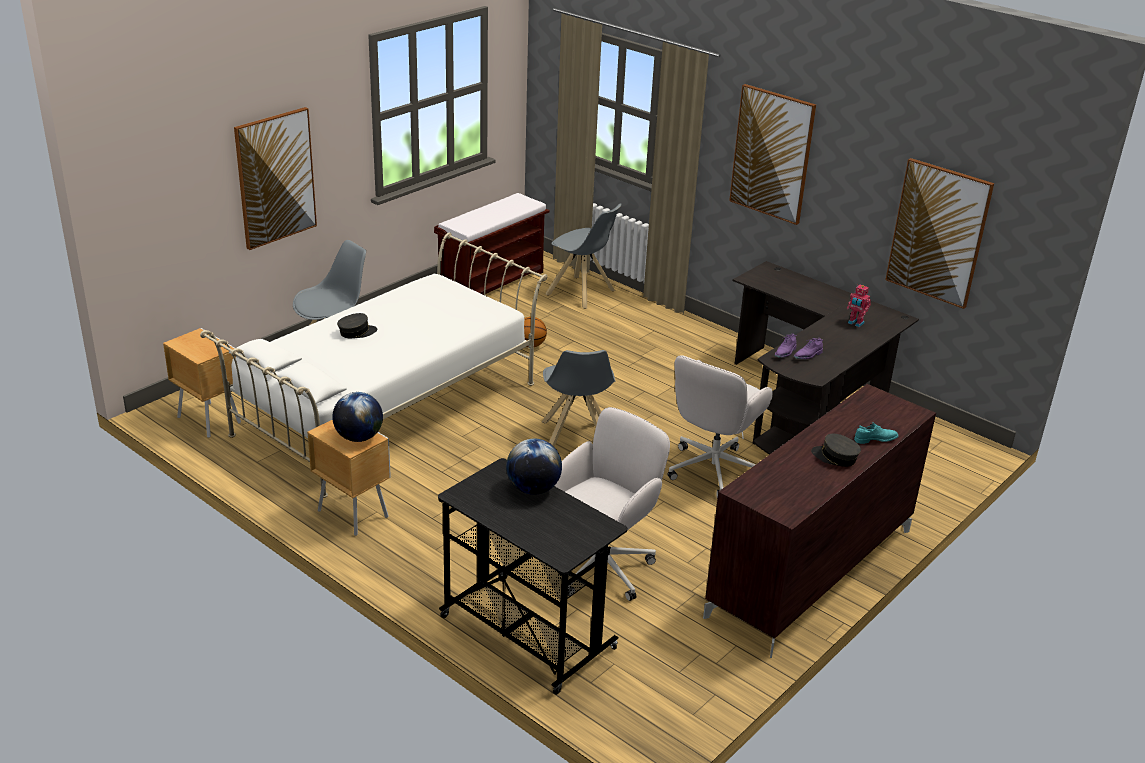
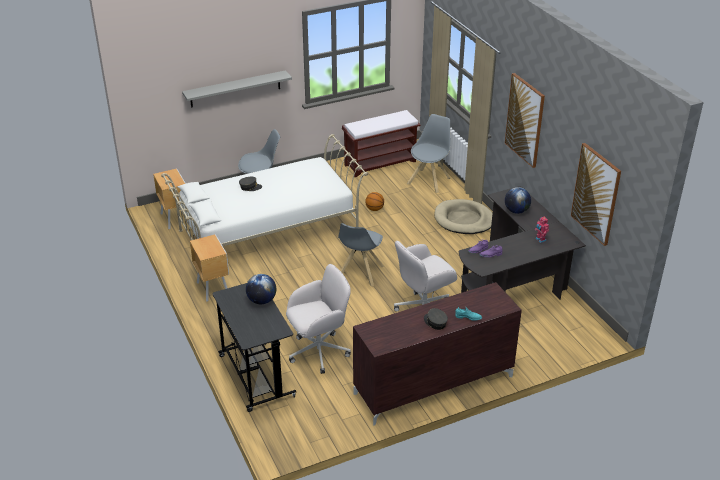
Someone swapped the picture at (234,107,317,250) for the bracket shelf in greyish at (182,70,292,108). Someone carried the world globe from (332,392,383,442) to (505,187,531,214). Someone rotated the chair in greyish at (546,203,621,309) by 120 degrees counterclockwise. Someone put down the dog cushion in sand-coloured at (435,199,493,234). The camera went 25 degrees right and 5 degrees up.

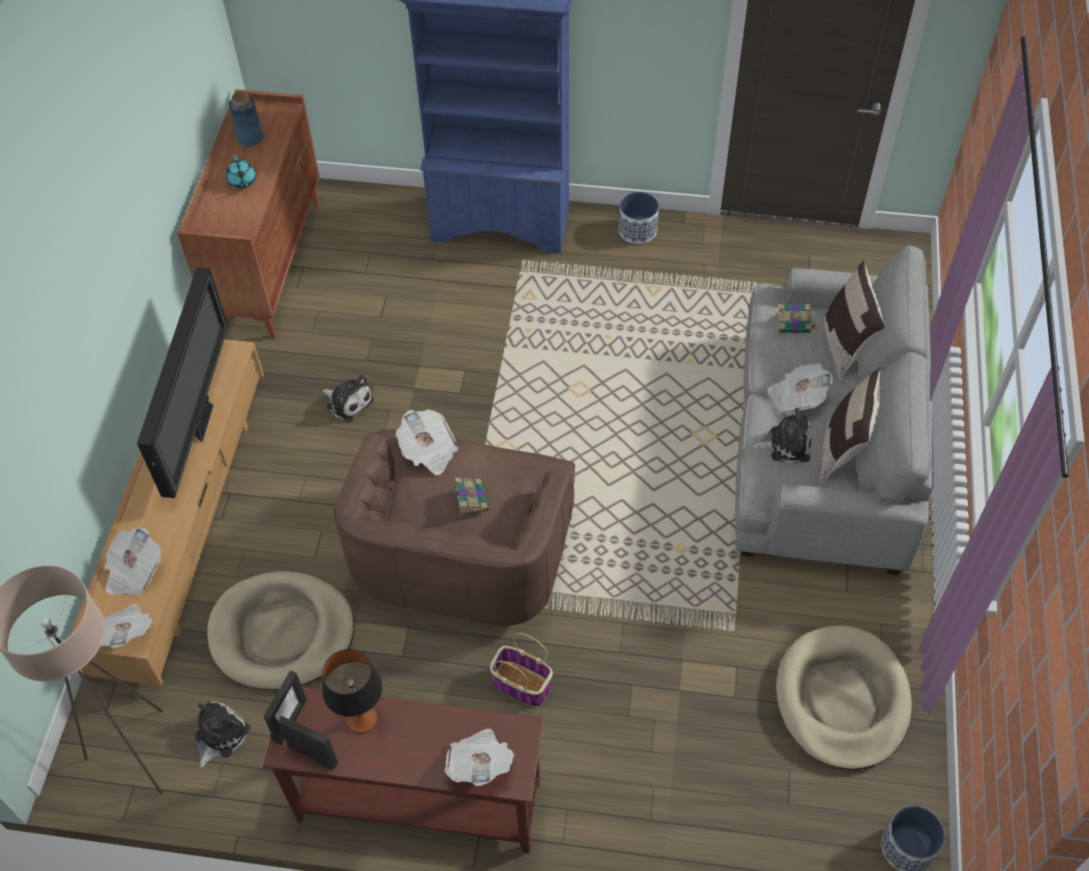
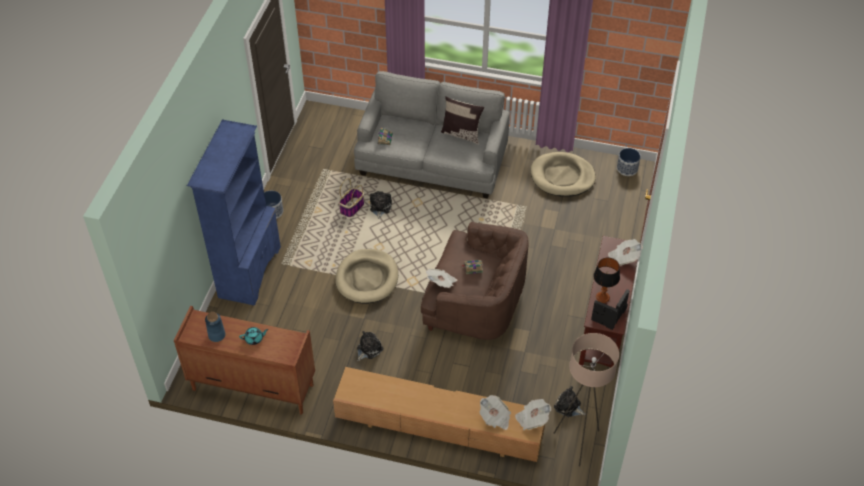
Someone took away the television at (137,267,228,498). Someone carried the dog cushion in sand-coloured from (207,571,354,690) to (335,249,398,304). Someone carried the storage basket from (490,633,553,707) to (339,178,364,217). Someone carried the soft toy from (752,408,812,464) to (370,191,392,219). Someone took away the newspaper at (767,364,833,414). Someone took away the cushion at (824,260,885,380). The camera went 85 degrees left and 5 degrees down.

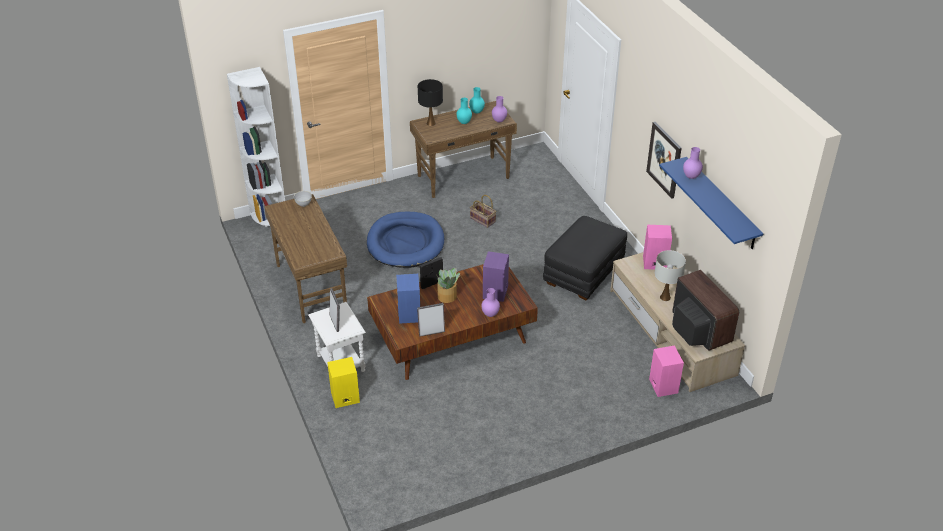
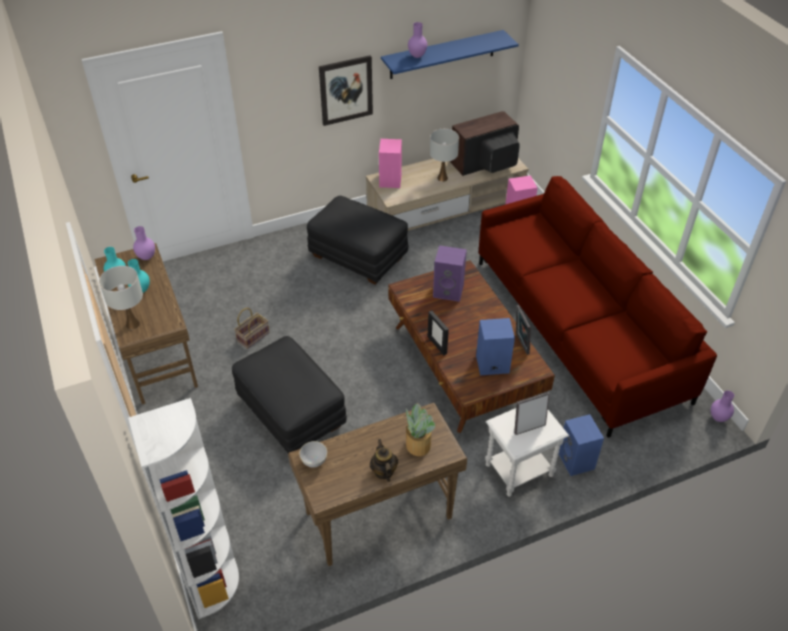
Someone repainted the speaker in yellowish at (327,357,360,408), which became the speaker in bluish at (559,414,604,476). Someone swapped the dog cushion in bluish at (367,212,444,268) for the ottoman in black-coloured at (232,336,347,453). Someone repainted the lamp for a table in black-coloured at (418,79,443,126), which became the lamp for a table in whitish at (99,266,143,329). Someone carried the potted plant from (437,268,460,303) to (406,403,435,456). Someone carried the decorative vase in purple-coloured from (481,288,500,317) to (711,391,734,422). Someone put down the pot for tea at (370,439,398,482). Someone put down the couch in red-coloured at (479,176,717,438). The camera went 90 degrees left and 5 degrees up.

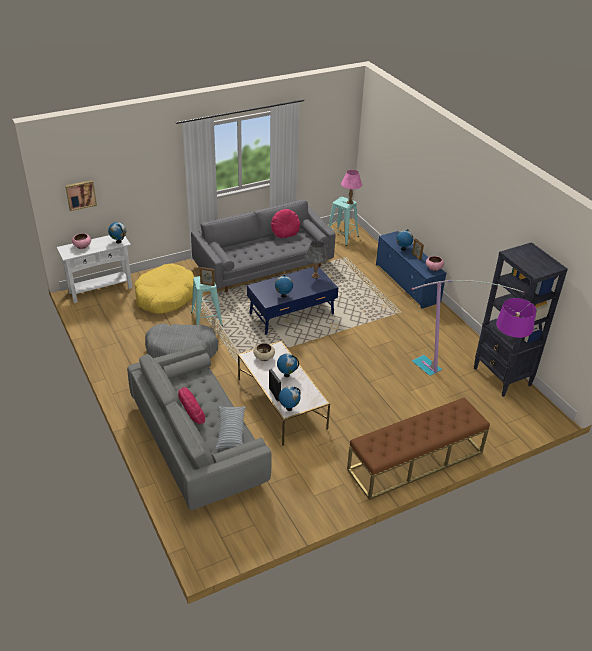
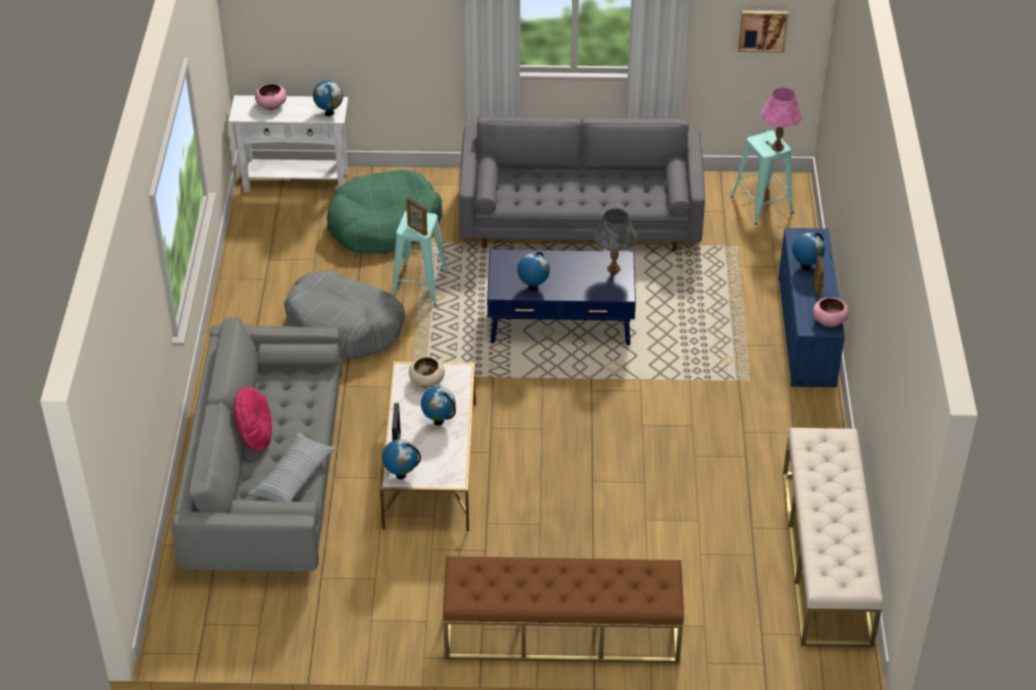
Someone carried the picture from (65,180,97,211) to (738,10,789,53). Someone repainted the dog cushion in yellowish at (134,263,194,314), which became the dog cushion in green-coloured at (327,169,443,254). Someone took away the cushion in pink at (271,209,301,238). Someone took away the standing lamp at (412,280,536,376). Someone swapped the bookcase in black-coloured at (474,242,568,397) for the bench in sand-coloured at (783,428,883,647). The camera went 30 degrees right and 5 degrees up.

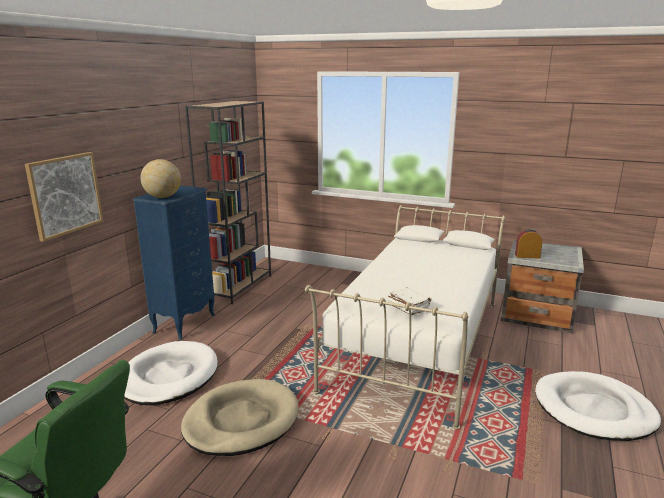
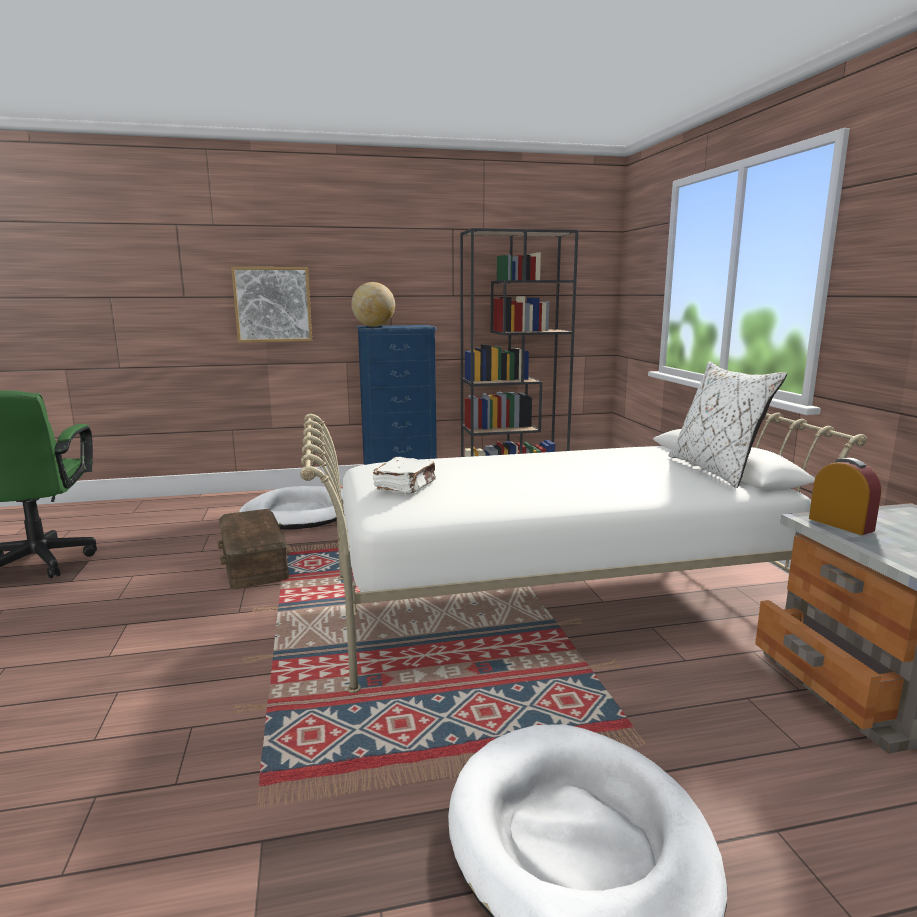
Someone swapped the dog cushion in sand-coloured at (181,379,299,456) for the storage bin in brown at (217,509,290,589). Someone put down the cushion in whitish at (668,361,787,488). The camera went 55 degrees right and 5 degrees down.

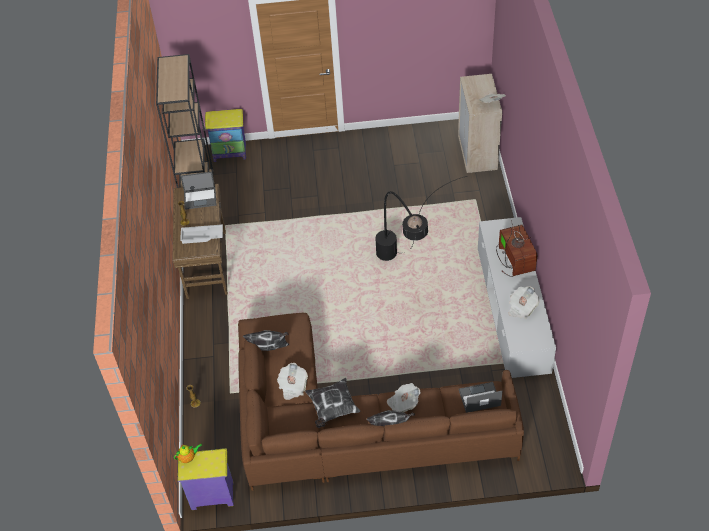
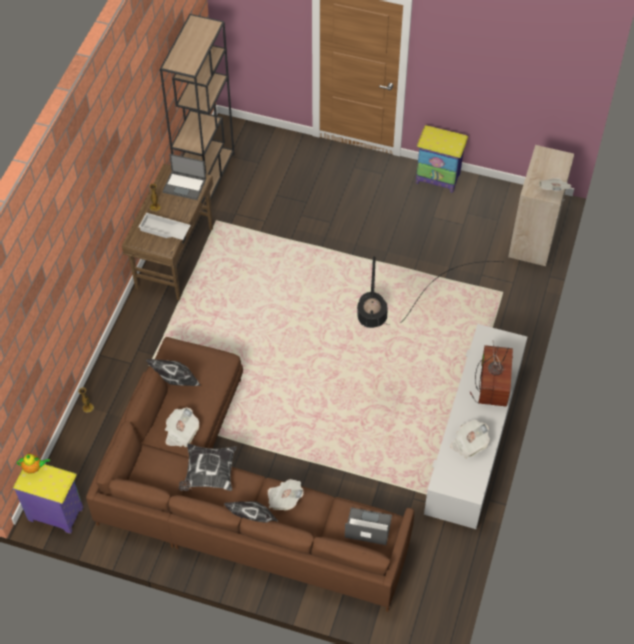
Someone carried the bedside table from (205,109,246,162) to (416,125,468,193). The camera went 20 degrees right and 5 degrees up.

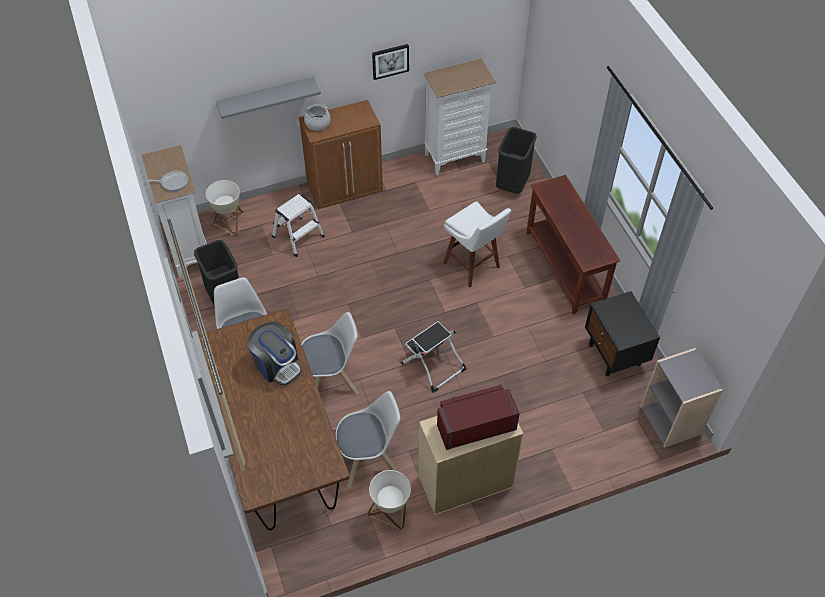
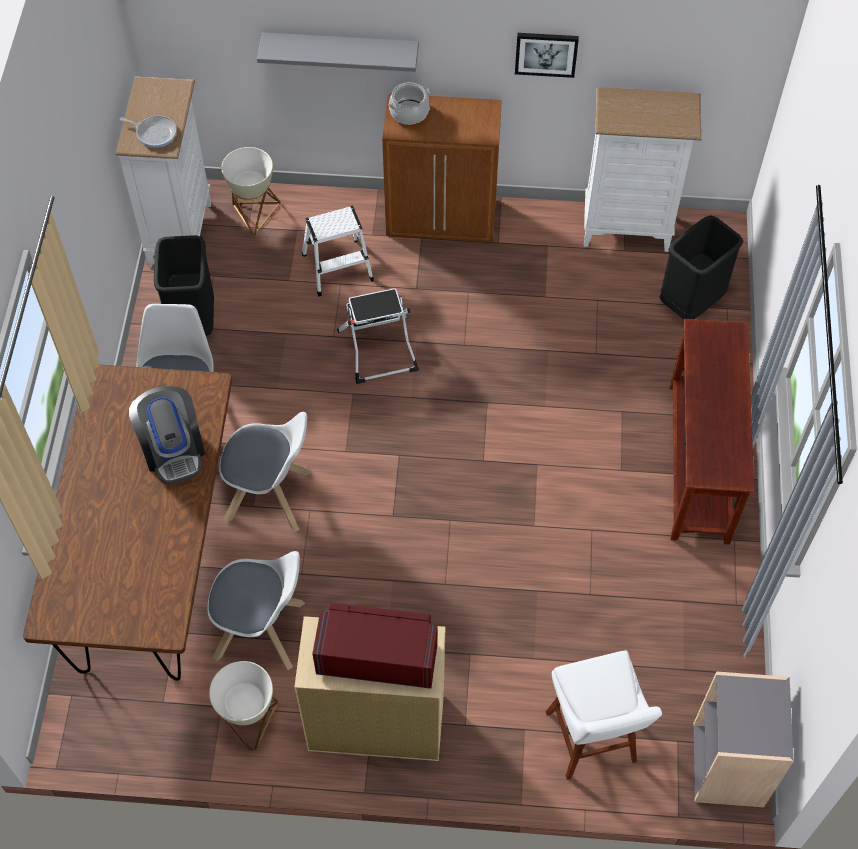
Someone carried the stepladder from (400,321,467,393) to (337,288,419,384). Someone carried the stool seat in whitish from (443,201,511,288) to (546,650,662,780). Someone took away the bedside table in black-coloured at (585,291,660,376). The camera went 25 degrees right and 5 degrees up.

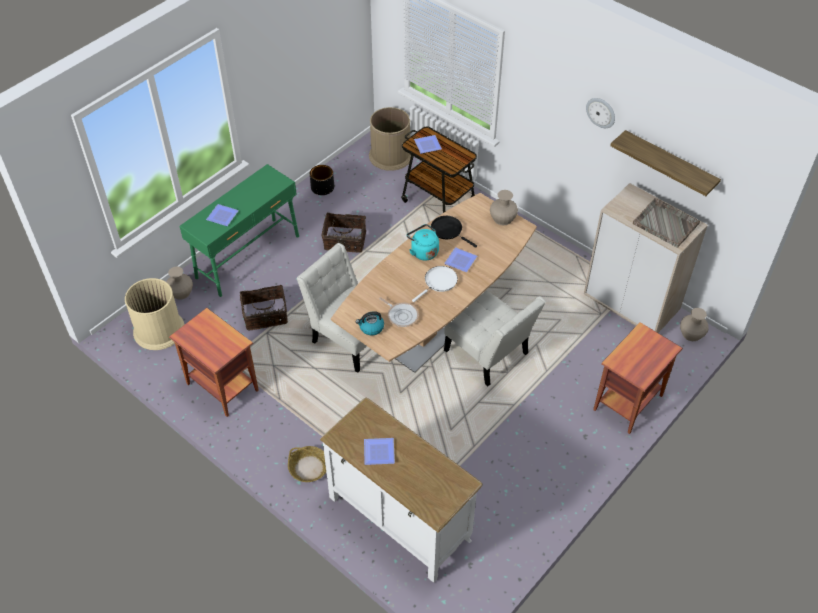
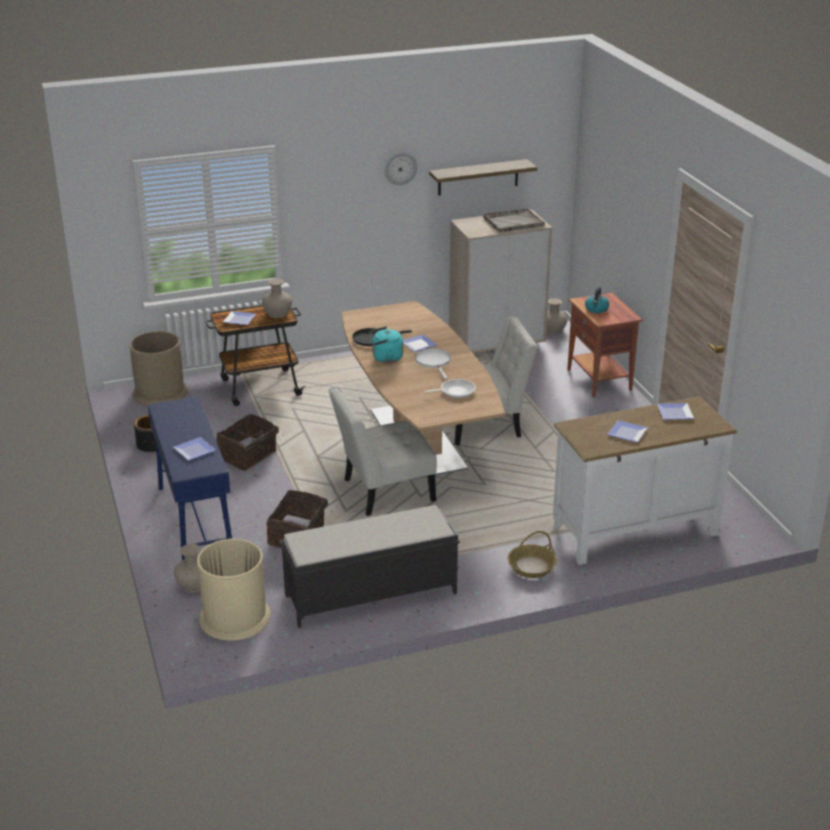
Someone swapped the bedside table at (169,308,259,417) for the bench in black-coloured at (280,505,460,628). Someone repainted the hall table in green-coloured at (180,164,299,297), which became the hall table in bluish at (148,396,232,560). Someone carried the water kettle from (356,311,384,336) to (585,287,609,313). Someone carried the decorative vase in sand-coloured from (490,190,518,225) to (262,278,292,318). Someone put down the plate at (657,403,695,420). The camera went 60 degrees left and 20 degrees down.

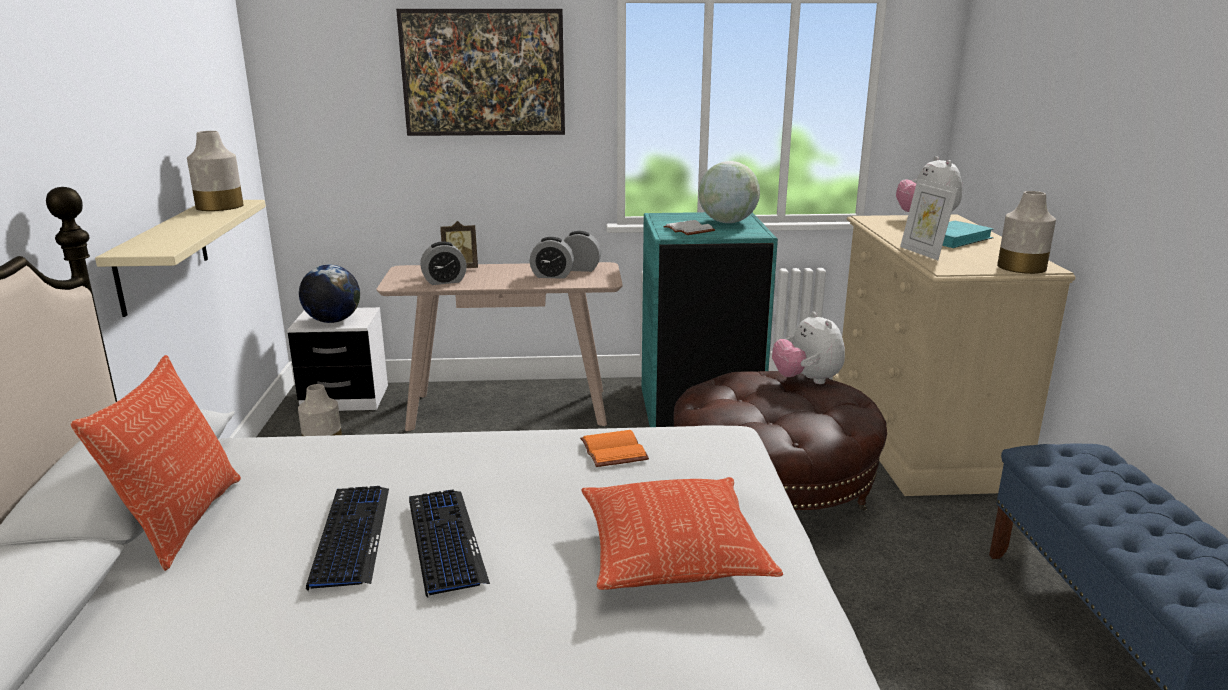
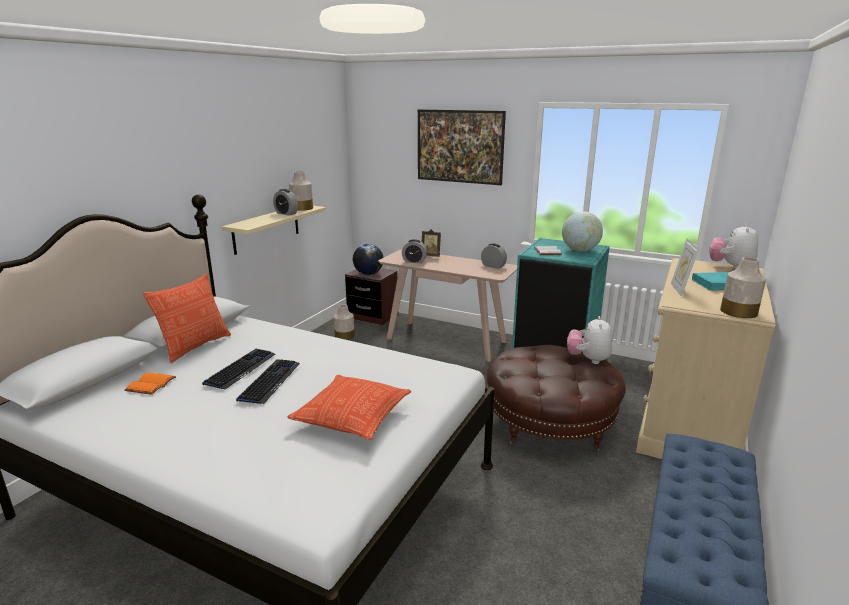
Someone repainted the bedside table in whitish at (287,307,388,411), which became the bedside table in brown at (345,268,398,325). Someone carried the bedside clock from (530,237,574,279) to (273,189,298,216). Someone carried the book in orange-coloured from (580,430,649,467) to (125,372,176,395). The camera went 30 degrees right and 0 degrees up.

